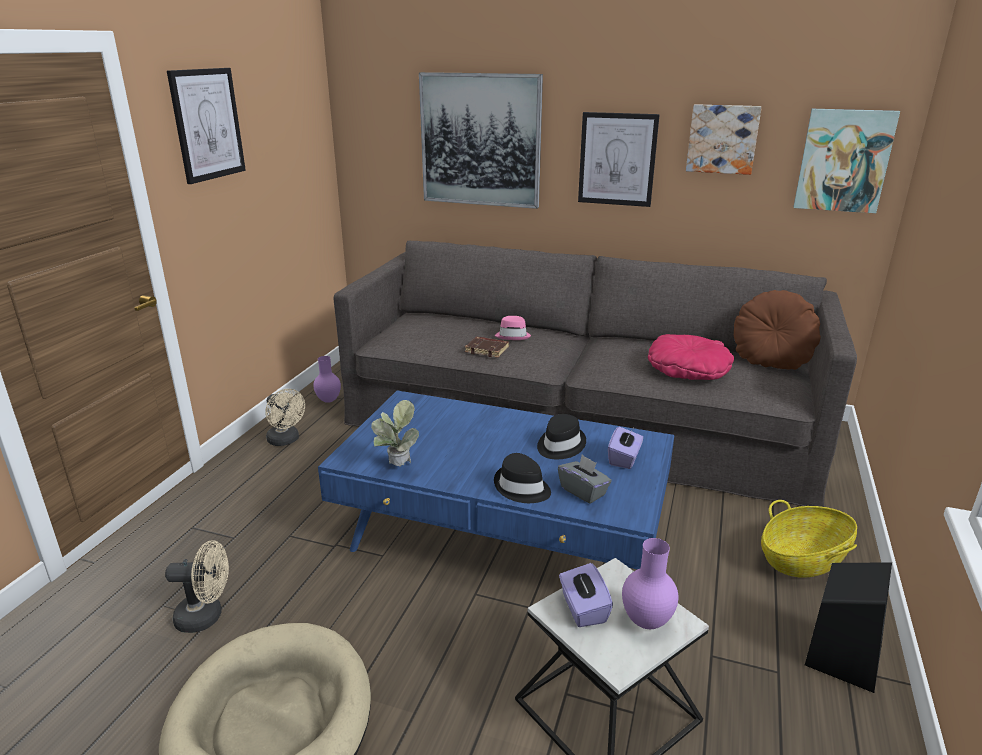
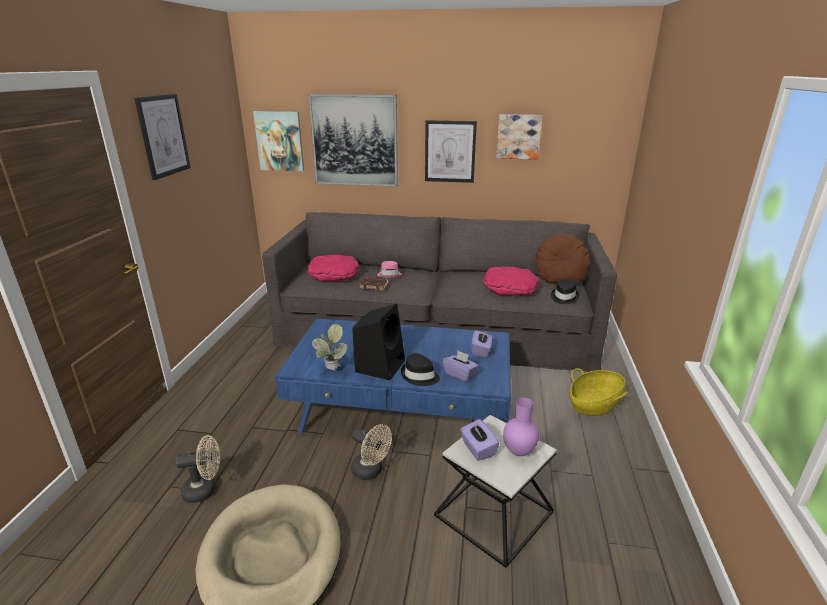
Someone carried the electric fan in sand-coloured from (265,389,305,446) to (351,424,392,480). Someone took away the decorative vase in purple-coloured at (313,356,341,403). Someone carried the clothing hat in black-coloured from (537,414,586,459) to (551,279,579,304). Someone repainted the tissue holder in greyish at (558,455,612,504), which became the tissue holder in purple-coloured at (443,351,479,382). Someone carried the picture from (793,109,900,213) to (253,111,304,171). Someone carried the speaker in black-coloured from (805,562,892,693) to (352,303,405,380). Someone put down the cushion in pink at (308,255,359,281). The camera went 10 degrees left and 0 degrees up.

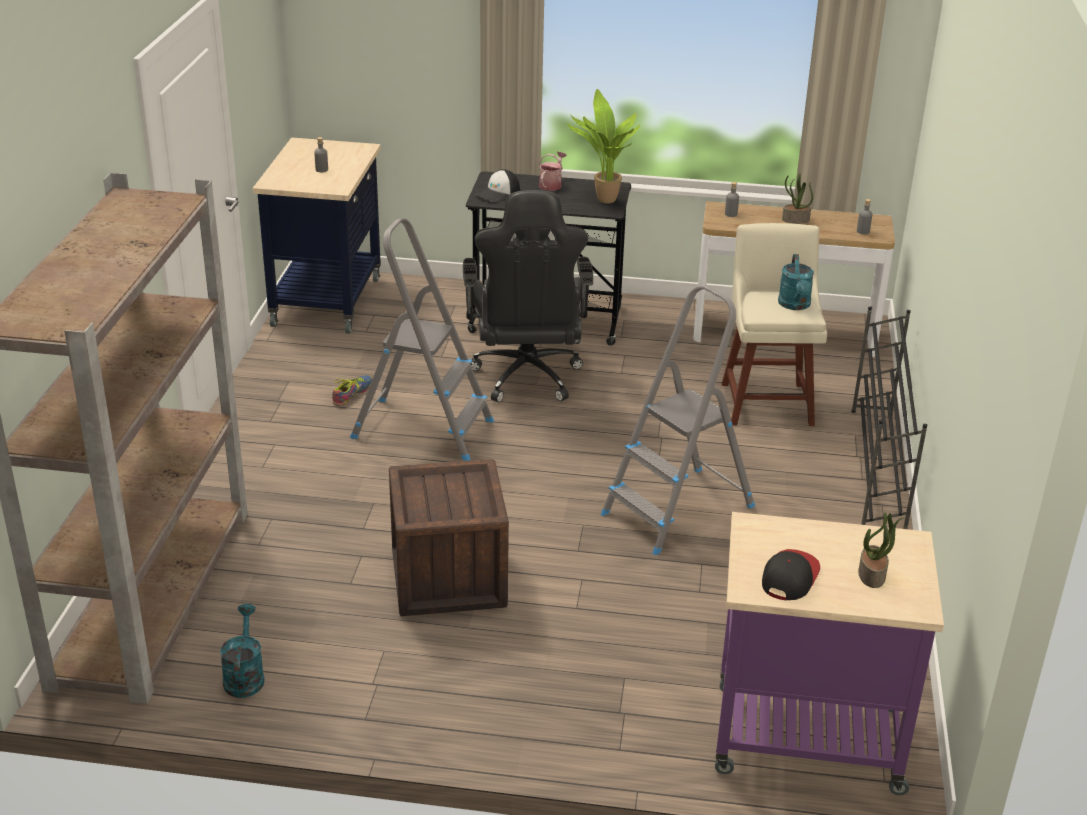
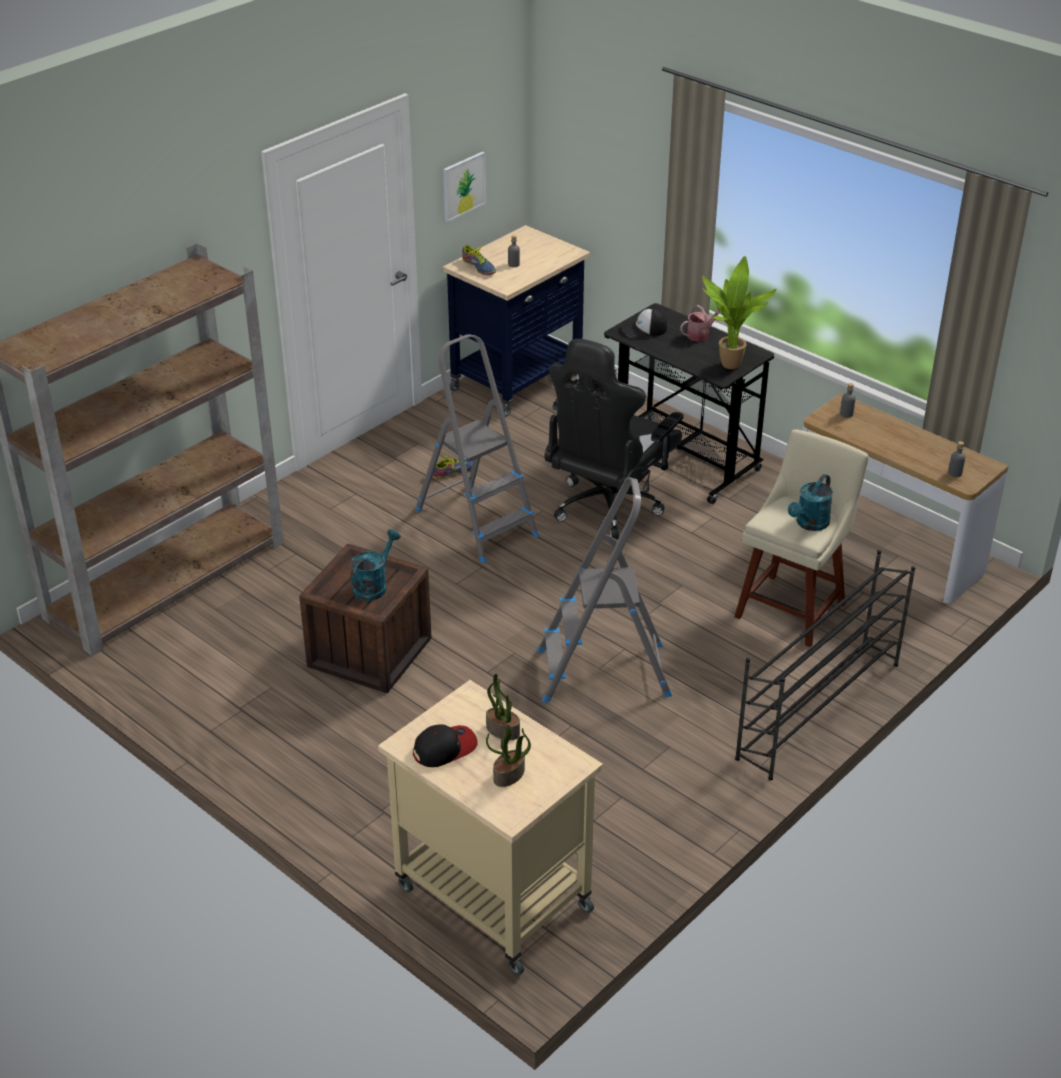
Someone carried the watering can in blue-green from (220,604,265,698) to (351,529,401,601). Someone repainted the cart in purple-coloured at (715,512,944,795), which became the cart in sand-coloured at (378,680,603,976). Someone carried the potted plant from (782,173,813,224) to (486,674,520,740). Someone put up the picture at (443,152,486,222). Someone put down the low shoe at (462,245,496,275). The camera went 35 degrees right and 5 degrees up.

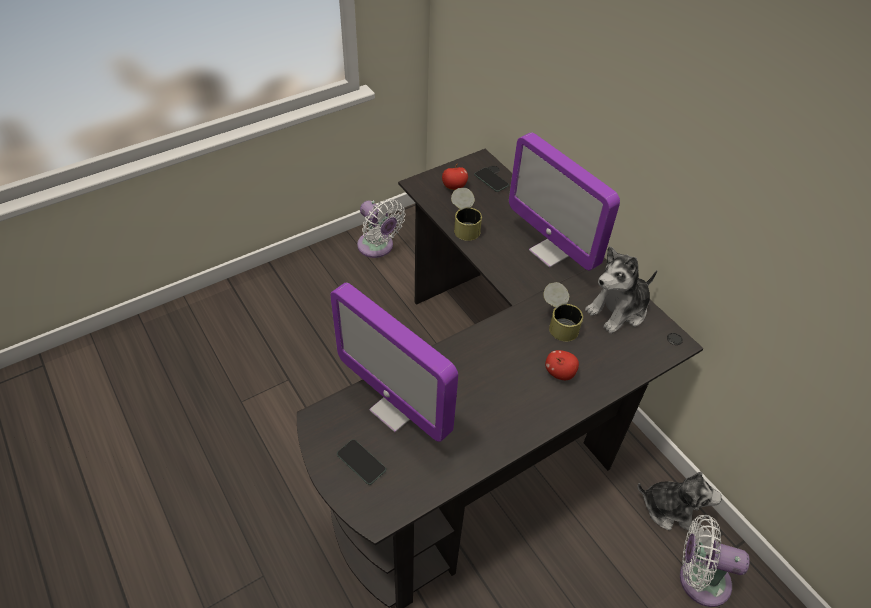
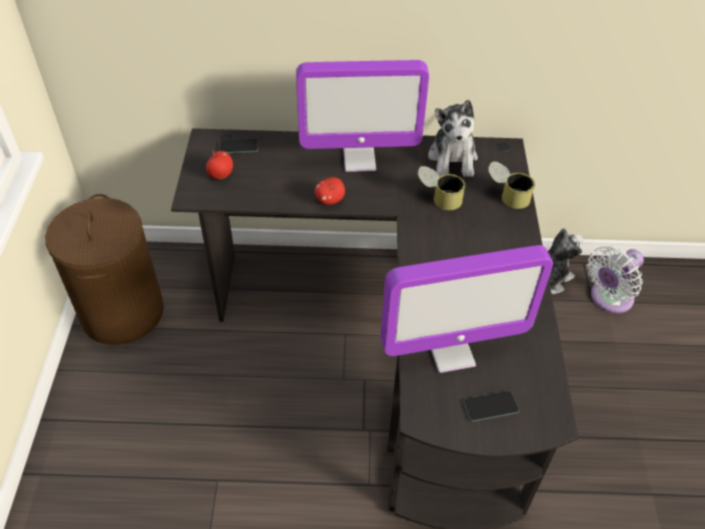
Someone swapped the electric fan in whitish at (357,199,405,258) for the washing basket in brown at (45,194,164,345). Someone carried the can from (451,188,482,241) to (488,162,535,209). Someone carried the whole apple from (545,350,579,380) to (315,177,345,205). The camera went 55 degrees left and 0 degrees up.

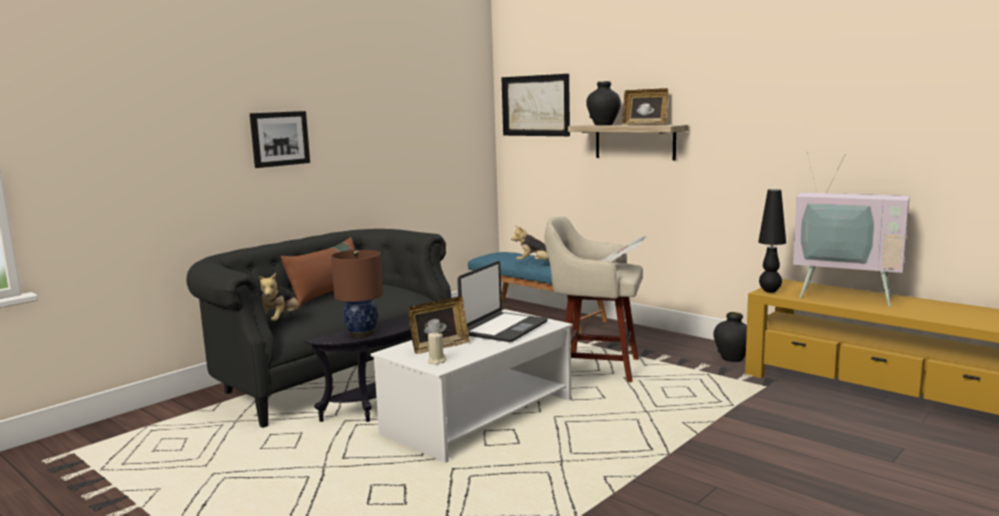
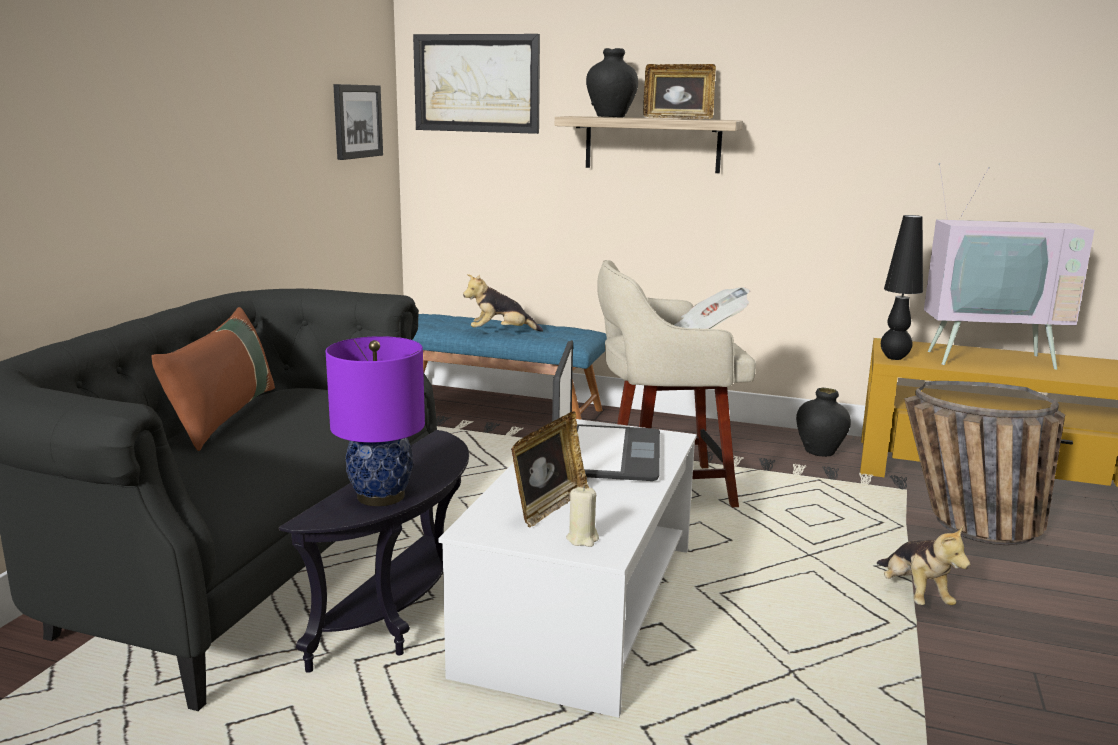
Someone carried the picture from (250,111,310,168) to (333,84,383,160). Someone carried the soft toy from (258,273,298,321) to (877,526,971,605). Someone repainted the lamp for a table in brown at (331,250,383,338), which became the lamp for a table in purple-coloured at (326,336,425,506). Someone put down the storage basket at (904,381,1065,545). The camera went 25 degrees left and 5 degrees up.

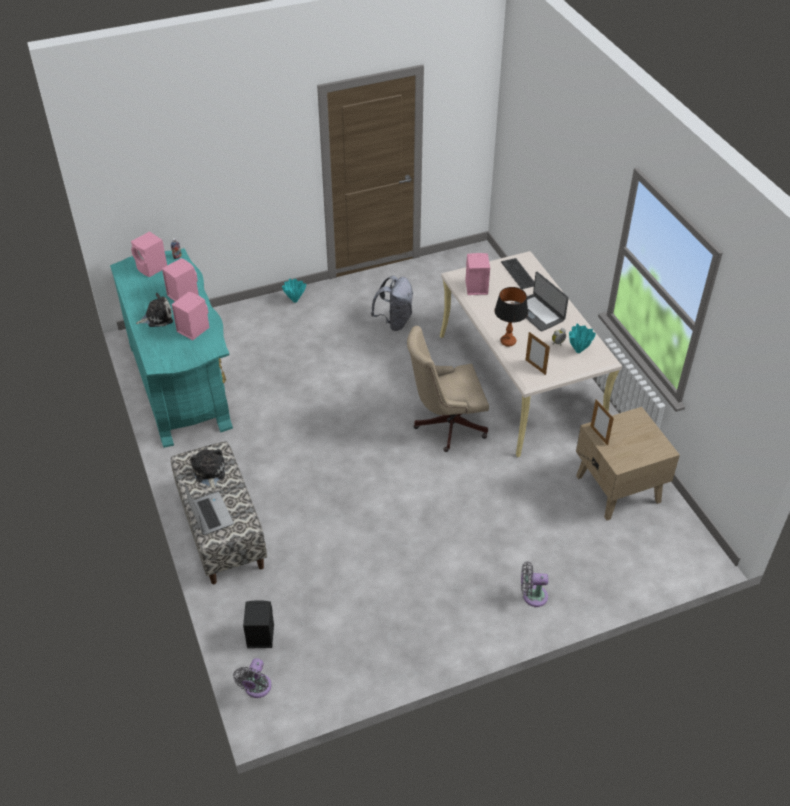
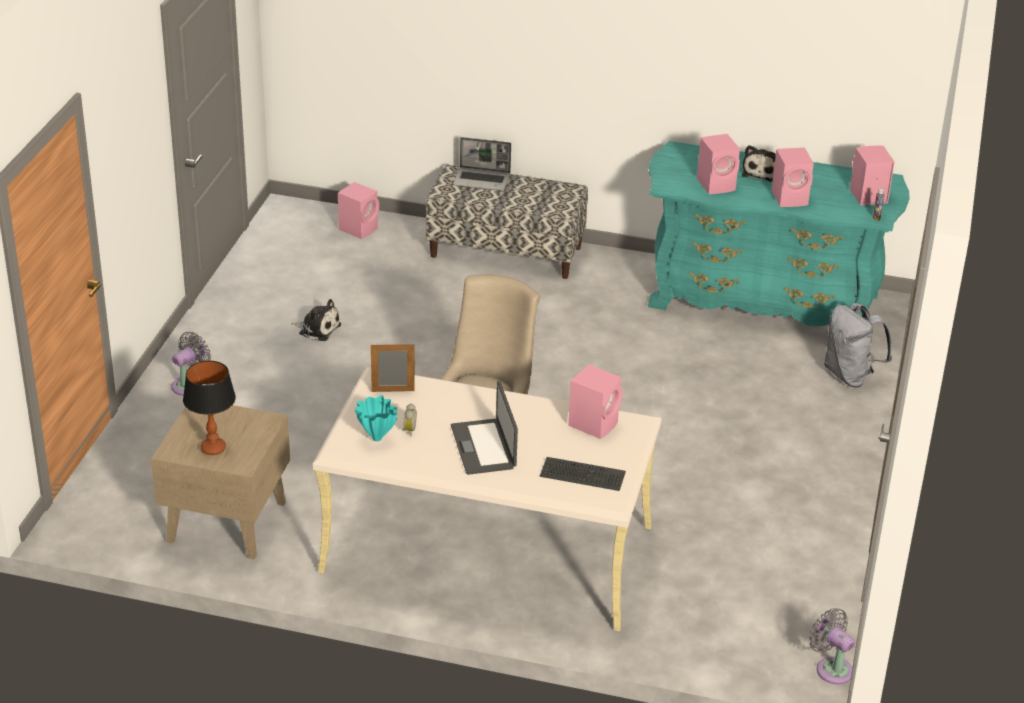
Someone carried the soft toy from (190,449,225,490) to (291,299,341,341). Someone carried the electric fan in greyish from (233,658,271,698) to (808,608,855,684). Someone repainted the speaker in black-coloured at (243,600,274,648), which became the speaker in pink at (338,182,379,239). Someone took away the decorative vase in blue-green at (282,279,306,303). Someone carried the rucksack in greyish from (371,276,413,331) to (824,303,892,387). Someone carried the lamp for a table from (494,287,528,347) to (183,361,236,455). Someone rotated the portable computer at (514,272,569,332) by 105 degrees counterclockwise. Someone took away the standing frame at (590,399,614,446). The camera went 125 degrees right and 10 degrees down.

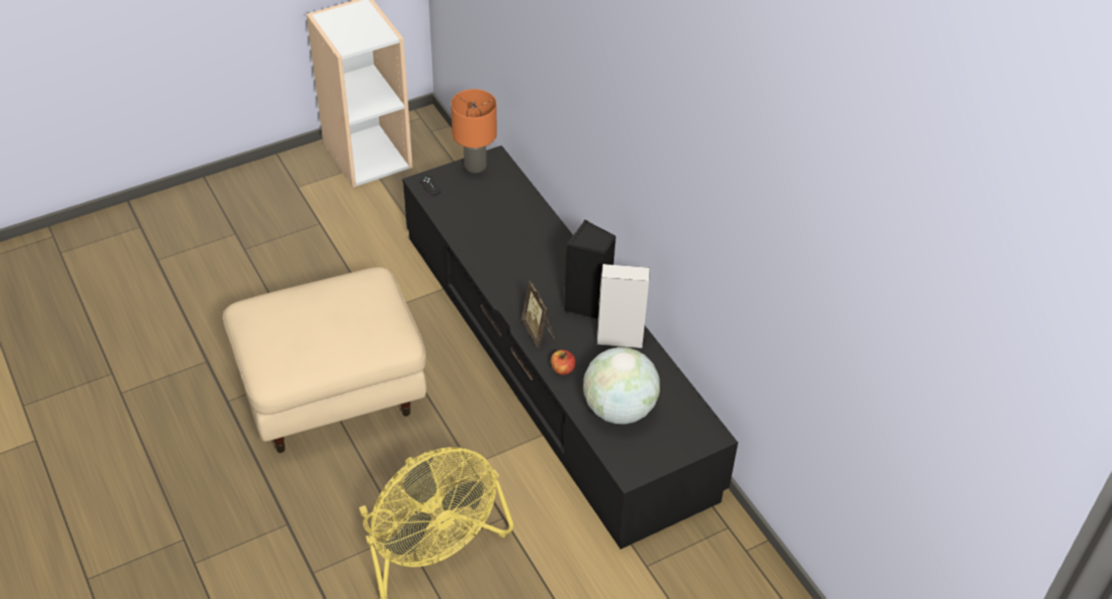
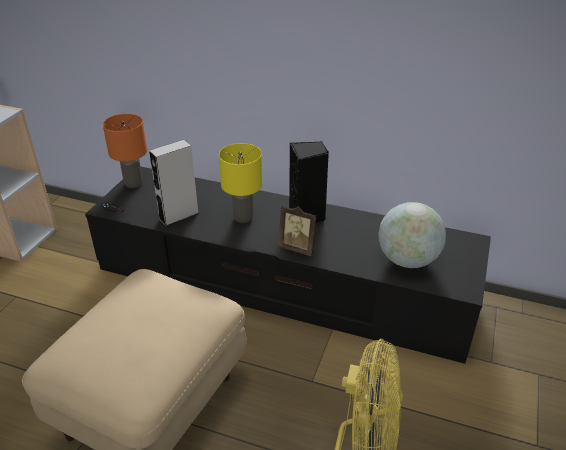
Someone took away the whole apple at (551,350,576,375). Someone carried the speaker in greyish from (596,264,650,349) to (149,140,199,226). Someone put down the lamp for a table in yellowish at (219,143,262,223). The camera went 40 degrees left and 10 degrees down.

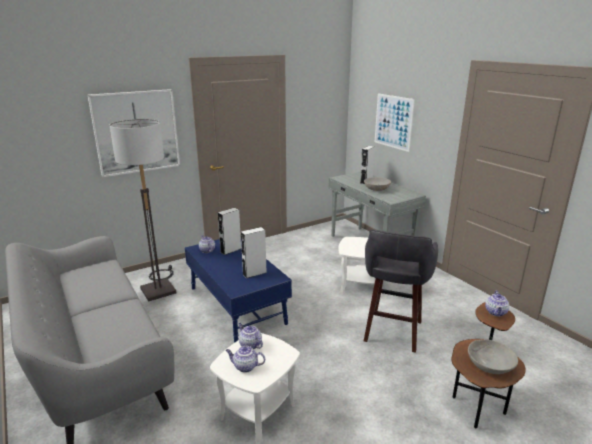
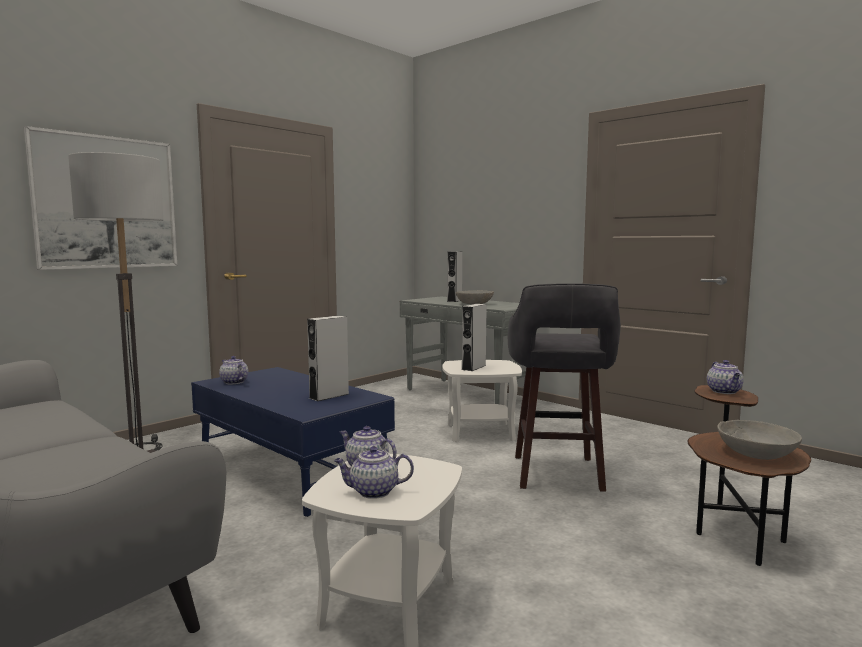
Someone carried the speaker in greyish from (218,208,241,255) to (462,304,487,371). Someone took away the picture at (375,93,415,152). The camera went 15 degrees left and 15 degrees down.

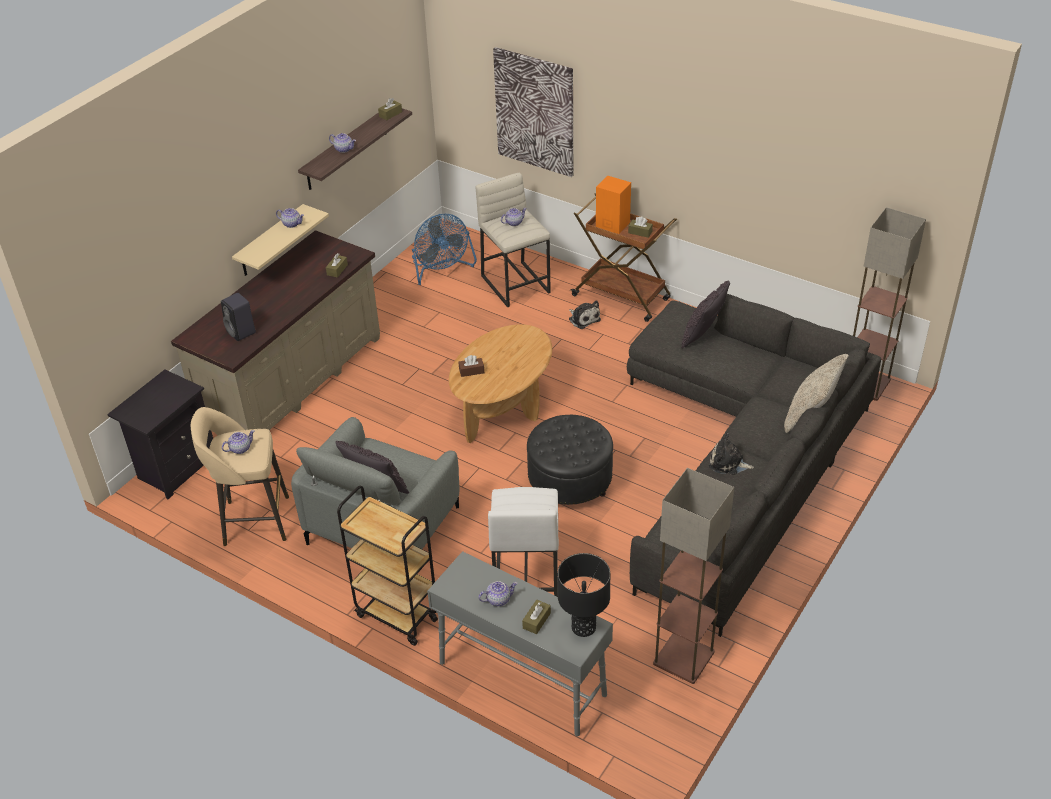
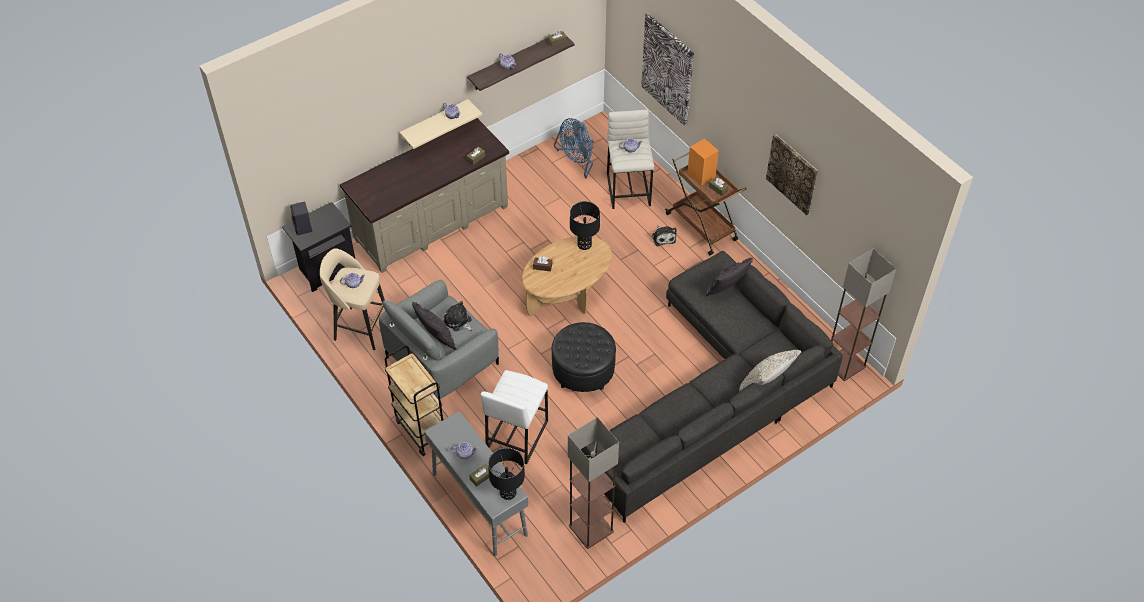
Someone carried the speaker in black-coloured from (221,293,256,341) to (290,202,312,235). Someone rotated the electric fan in bluish at (412,214,477,285) by 60 degrees clockwise. Someone carried the soft toy from (709,433,754,475) to (444,301,473,331). Someone put down the lamp for a table in black-coloured at (570,201,600,250). Someone put up the picture at (766,134,818,215). The camera went 20 degrees right and 10 degrees up.

